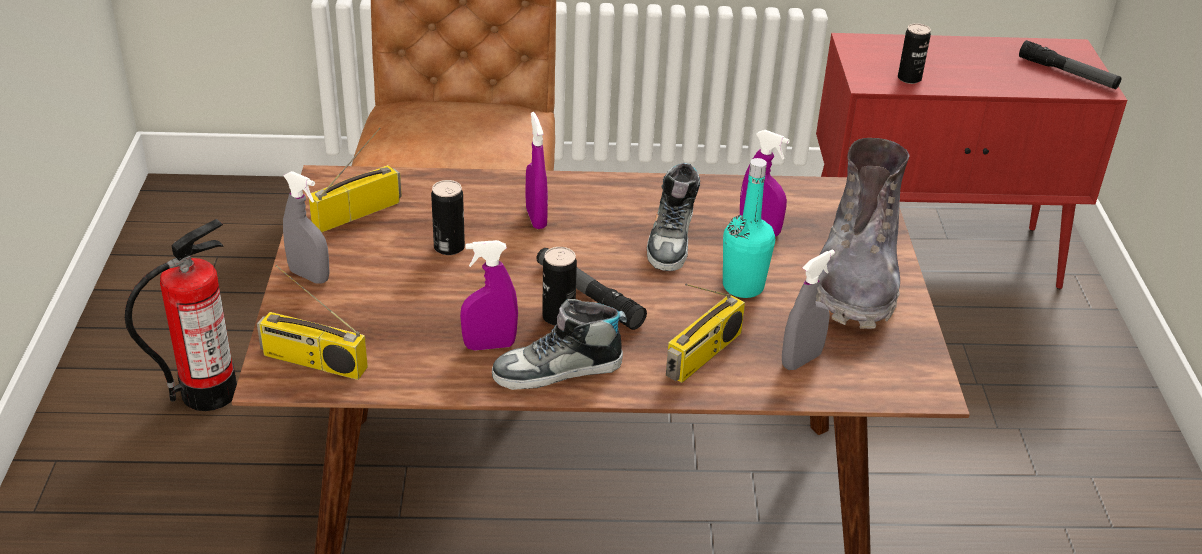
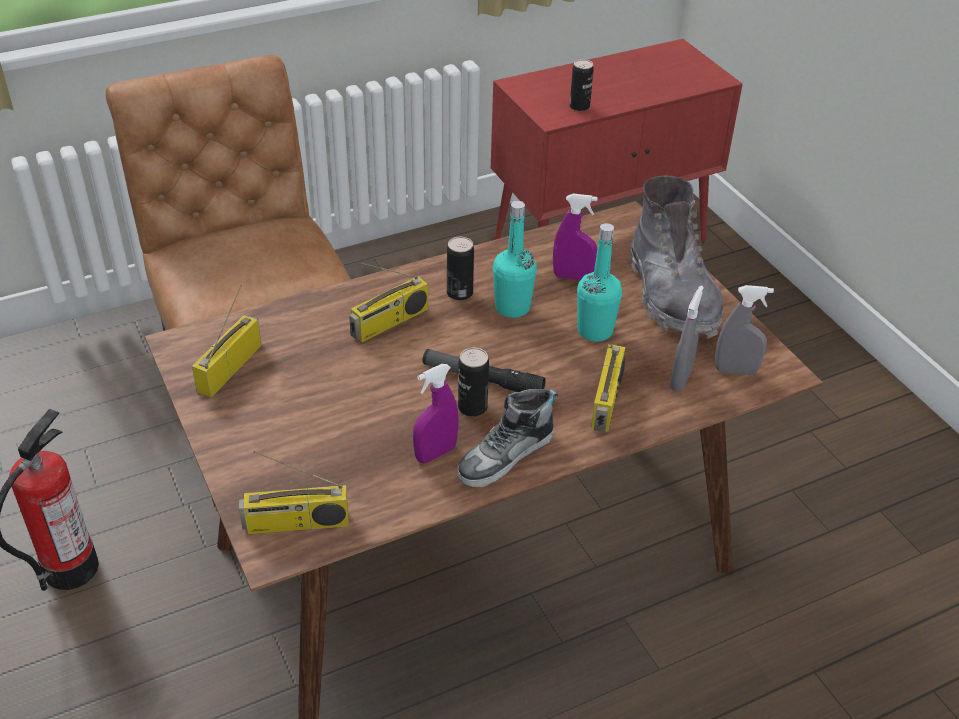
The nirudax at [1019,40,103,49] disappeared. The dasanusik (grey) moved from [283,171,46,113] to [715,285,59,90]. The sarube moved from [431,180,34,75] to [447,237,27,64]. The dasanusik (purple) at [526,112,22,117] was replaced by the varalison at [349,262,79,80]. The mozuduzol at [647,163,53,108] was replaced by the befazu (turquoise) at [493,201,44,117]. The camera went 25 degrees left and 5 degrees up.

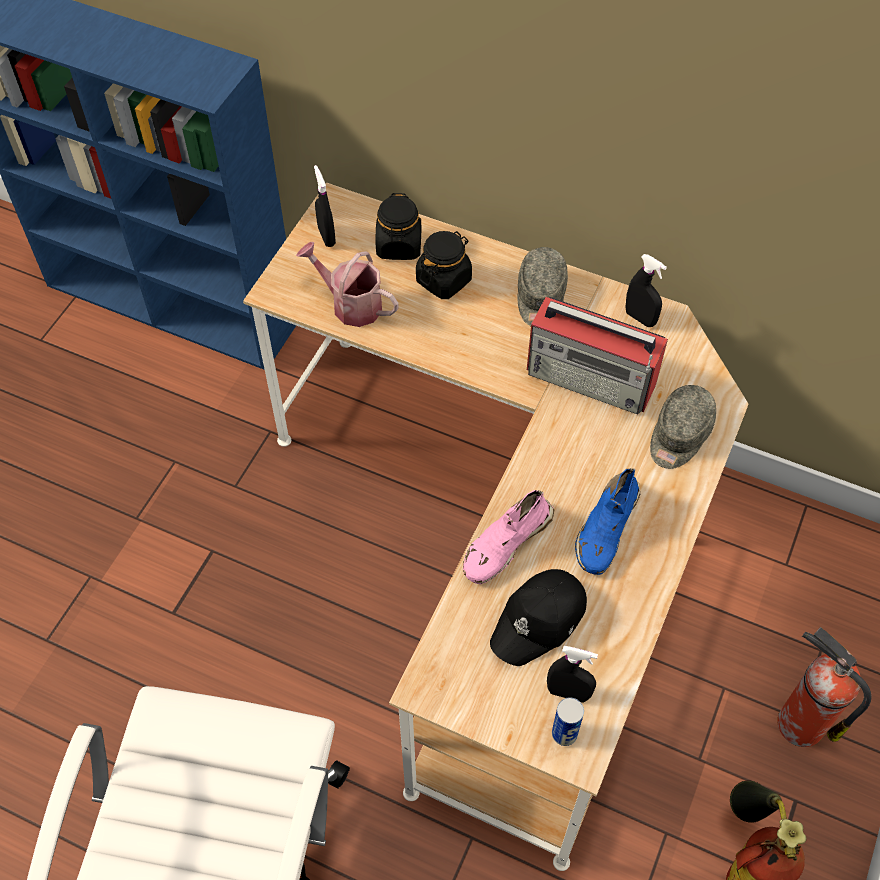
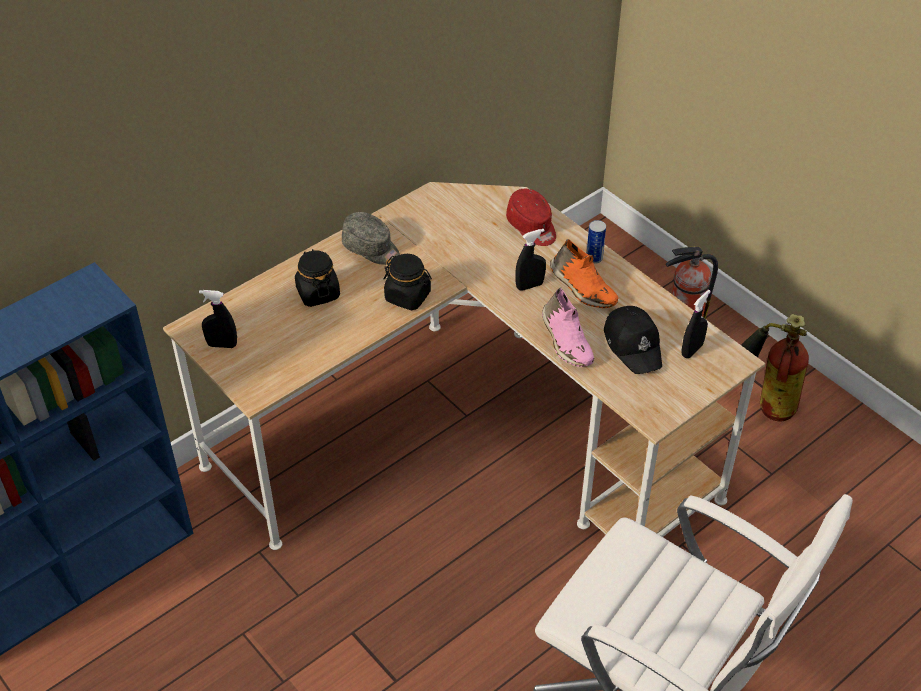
The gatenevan at [296,242,103,85] disappeared. The varalison at [527,297,141,118] disappeared. The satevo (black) moved from [376,193,45,67] to [384,254,48,56]. The sarube moved from [552,697,32,49] to [587,220,19,44]. The dasanusik (black) moved from [626,254,41,73] to [515,229,31,62]. The mozuduzol (blue) at [575,468,65,107] became the mozuduzol (orange) at [550,239,68,69]. The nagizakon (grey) at [650,385,66,84] became the nagizakon (red) at [506,189,50,57]. The camera went 65 degrees left and 10 degrees down.

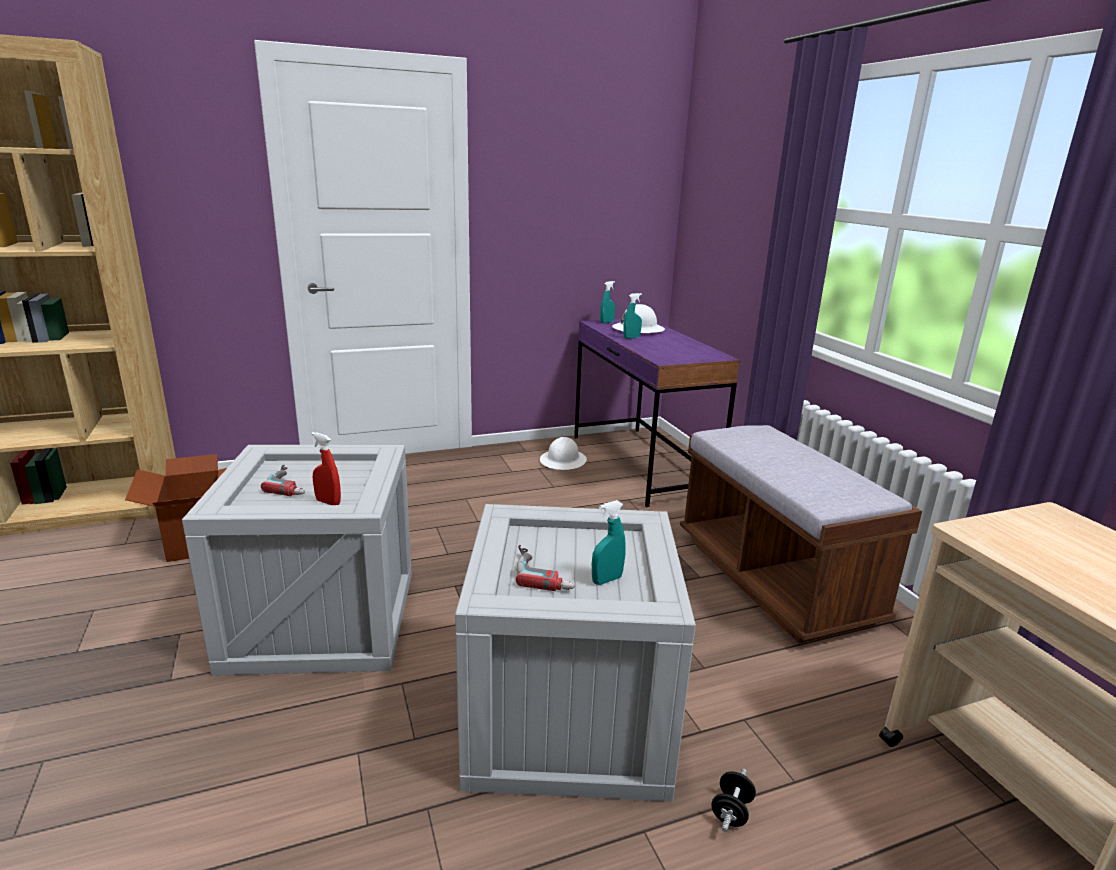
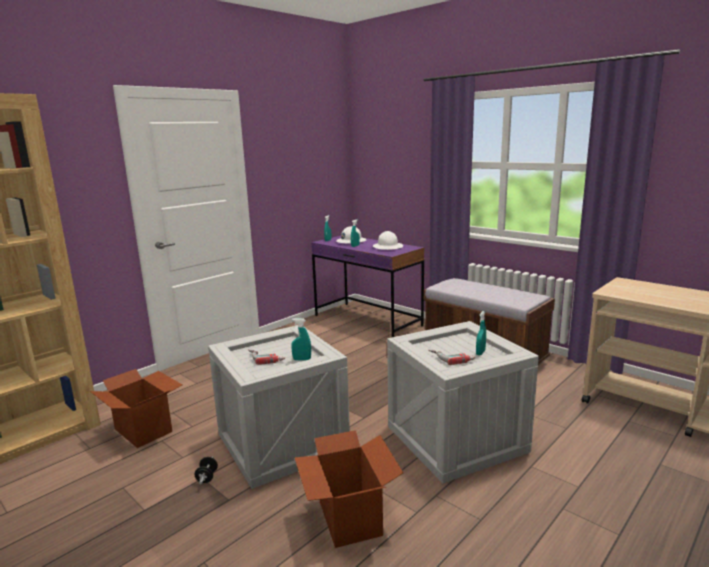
The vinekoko at [295,430,108,118] appeared. The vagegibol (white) moved from [540,437,47,33] to [373,231,30,19]. The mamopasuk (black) moved from [712,769,44,63] to [194,457,24,27]. The dasanusik (red) at [311,432,30,73] became the dasanusik (turquoise) at [291,318,20,43]. The camera went 25 degrees left and 5 degrees down.

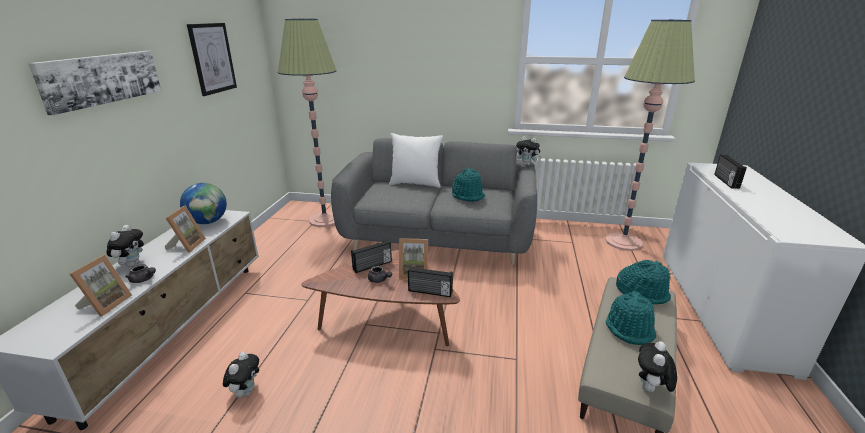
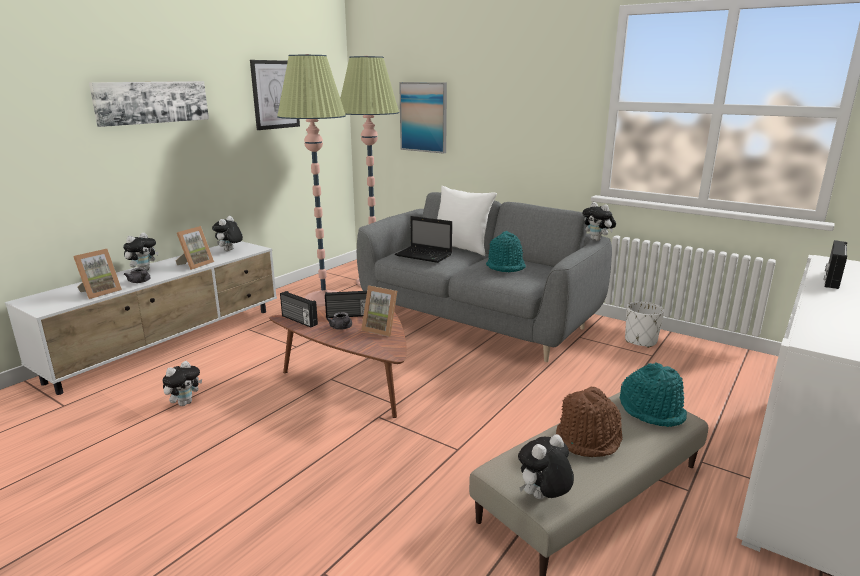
The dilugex at [395,216,57,47] appeared. The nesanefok at [399,82,48,72] appeared. The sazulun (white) at [625,302,39,46] appeared. The varalison moved from [408,266,45,31] to [280,291,38,36]. The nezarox moved from [605,19,90,232] to [277,54,69,252]. The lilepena at [180,183,47,41] was replaced by the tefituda at [212,216,31,35]. The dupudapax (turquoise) at [606,291,50,54] became the dupudapax (brown) at [556,387,66,70]. The camera went 25 degrees right and 5 degrees down.

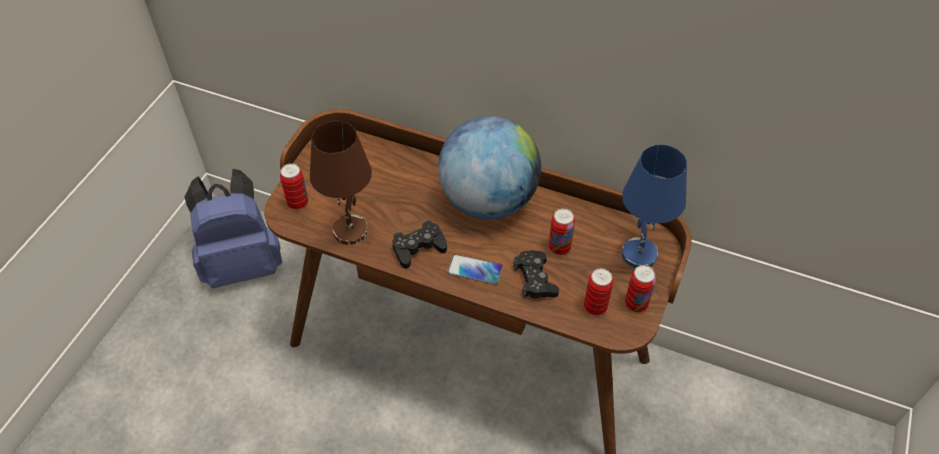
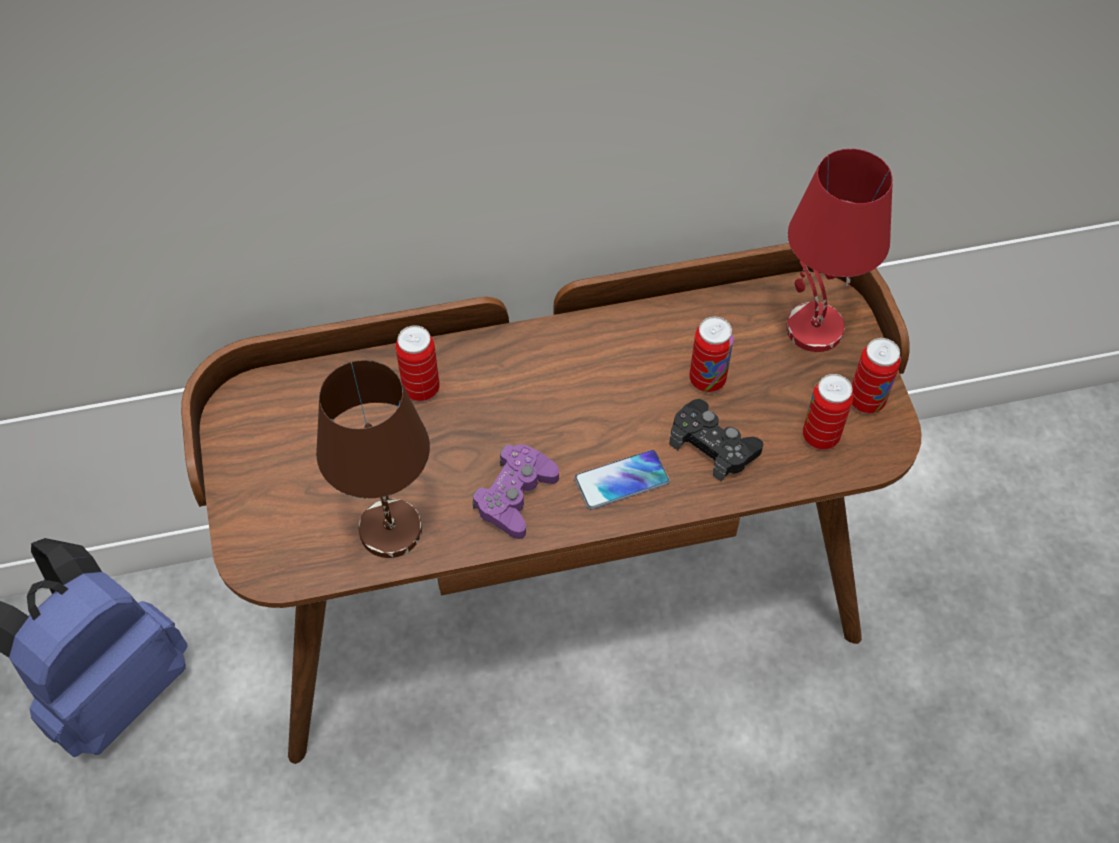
The lilepena at [438,116,103,103] disappeared. The sarube moved from [280,163,28,47] to [396,326,44,76]. The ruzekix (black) at [392,220,55,49] became the ruzekix (purple) at [472,444,87,95]. The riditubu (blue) at [622,145,65,123] became the riditubu (red) at [786,149,107,203]. The camera went 35 degrees left and 5 degrees up.

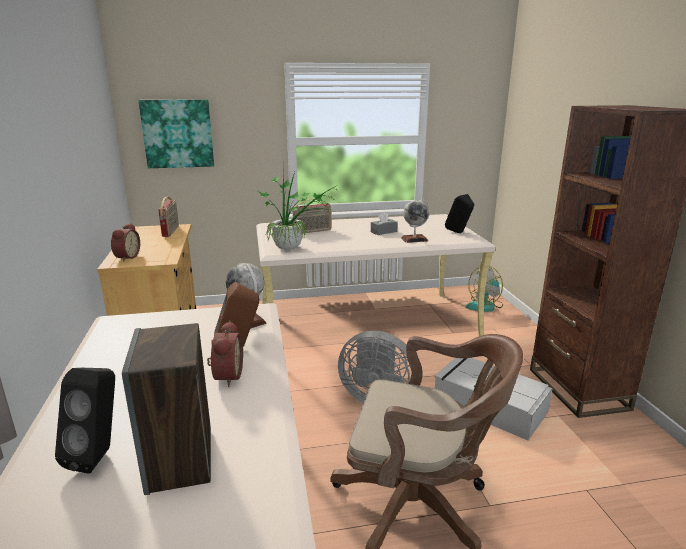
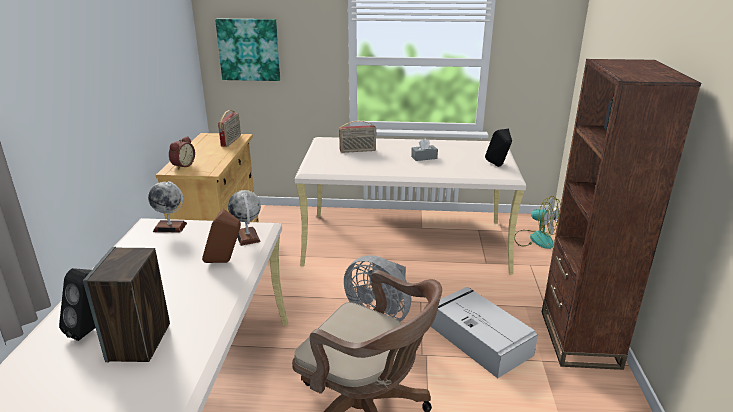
The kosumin at [207,321,36,66] disappeared. The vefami at [258,164,79,86] disappeared. The lilepena moved from [401,199,29,44] to [148,181,39,51]. The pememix at [466,266,37,46] turned 120 degrees counterclockwise. The camera went 15 degrees right and 5 degrees up.

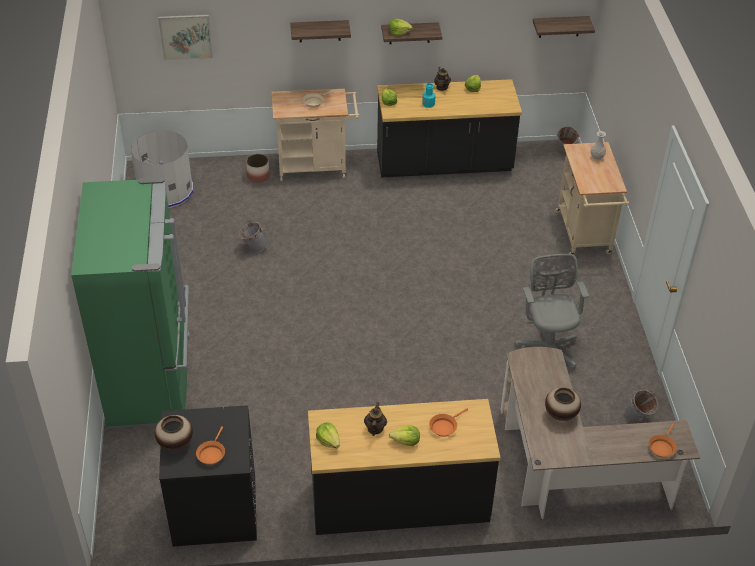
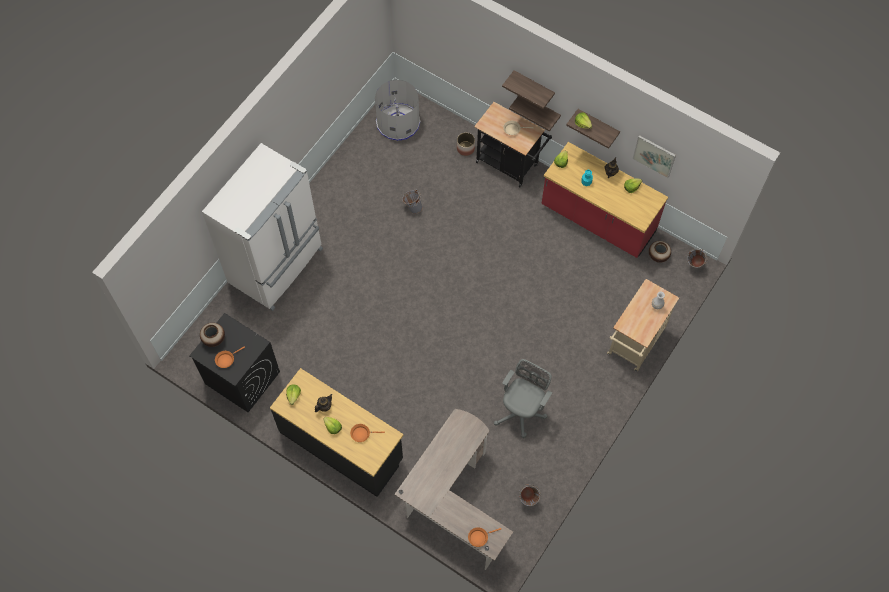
The nesanefok moved from [158,15,55,45] to [632,135,44,43]. The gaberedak moved from [533,16,62,22] to [509,96,52,35]. The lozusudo moved from [545,387,36,34] to [649,241,22,22]. The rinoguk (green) at [71,177,119,252] became the rinoguk (white) at [202,143,121,168]. The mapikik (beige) at [272,89,88,92] became the mapikik (black) at [474,102,78,85]. The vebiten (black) at [377,79,145,99] became the vebiten (red) at [541,142,127,116]. The camera went 40 degrees right and 20 degrees up.

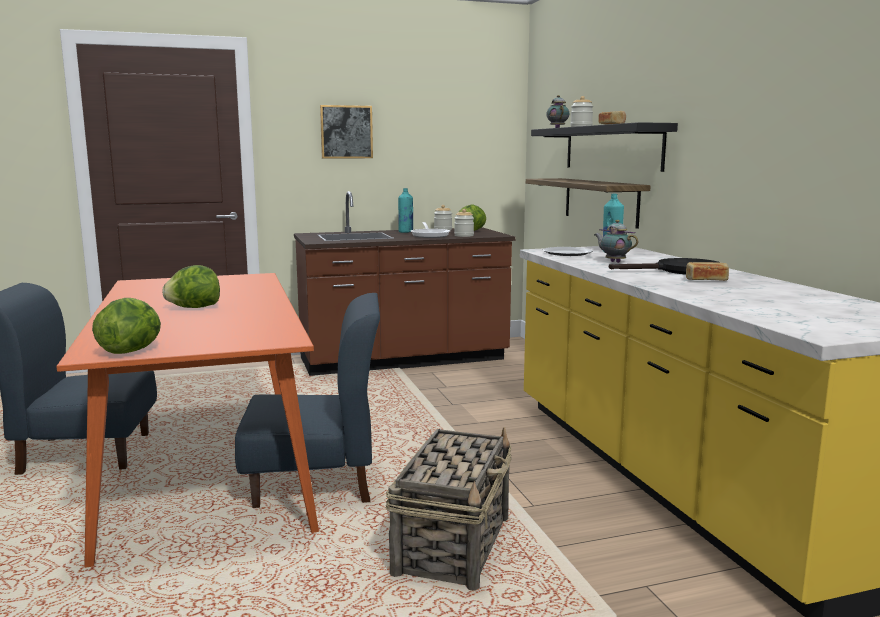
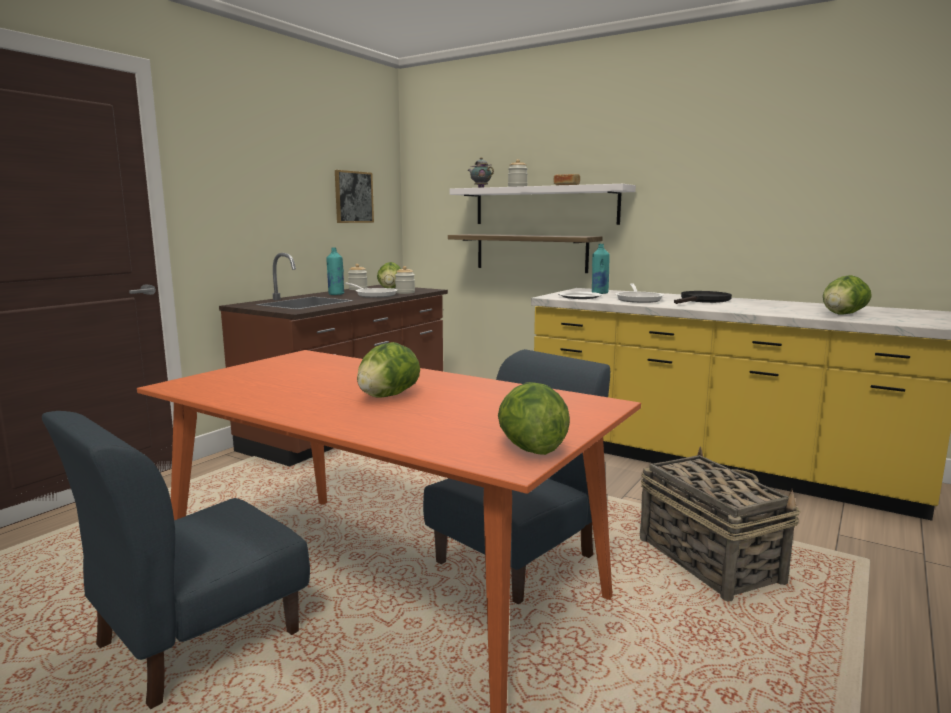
The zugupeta at [686,262,43,19] disappeared. The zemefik at [823,275,49,39] appeared. The nesanefok moved from [320,105,53,53] to [335,170,39,53]. The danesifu at [594,220,44,43] was replaced by the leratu at [615,283,49,20]. The gaberedak (black) at [531,122,147,50] became the gaberedak (white) at [450,184,186,41]. The camera went 40 degrees left and 0 degrees up.

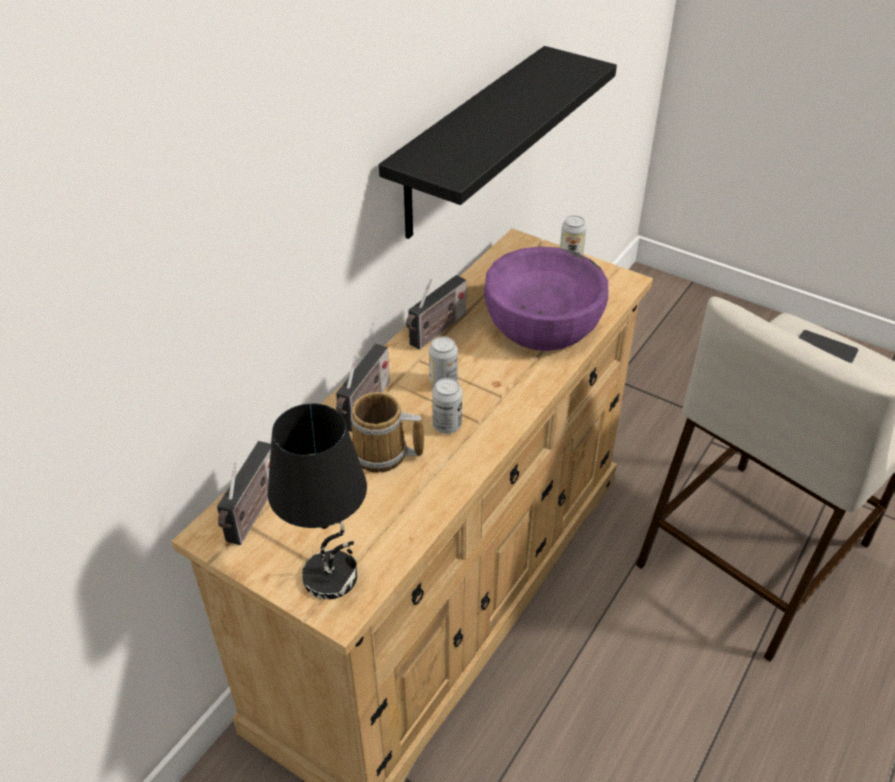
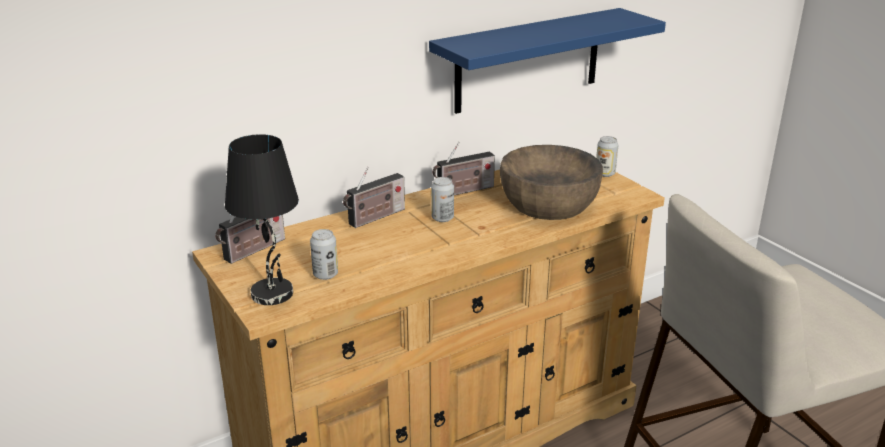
The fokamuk at [351,392,73,81] disappeared. The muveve at [799,330,60,34] disappeared. The sarube moved from [432,378,30,56] to [310,229,28,51]. The gaberedak (black) at [379,46,238,193] became the gaberedak (blue) at [429,8,237,106]. The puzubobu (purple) at [484,246,124,105] became the puzubobu (brown) at [500,145,103,75]. The camera went 25 degrees right and 15 degrees down.

